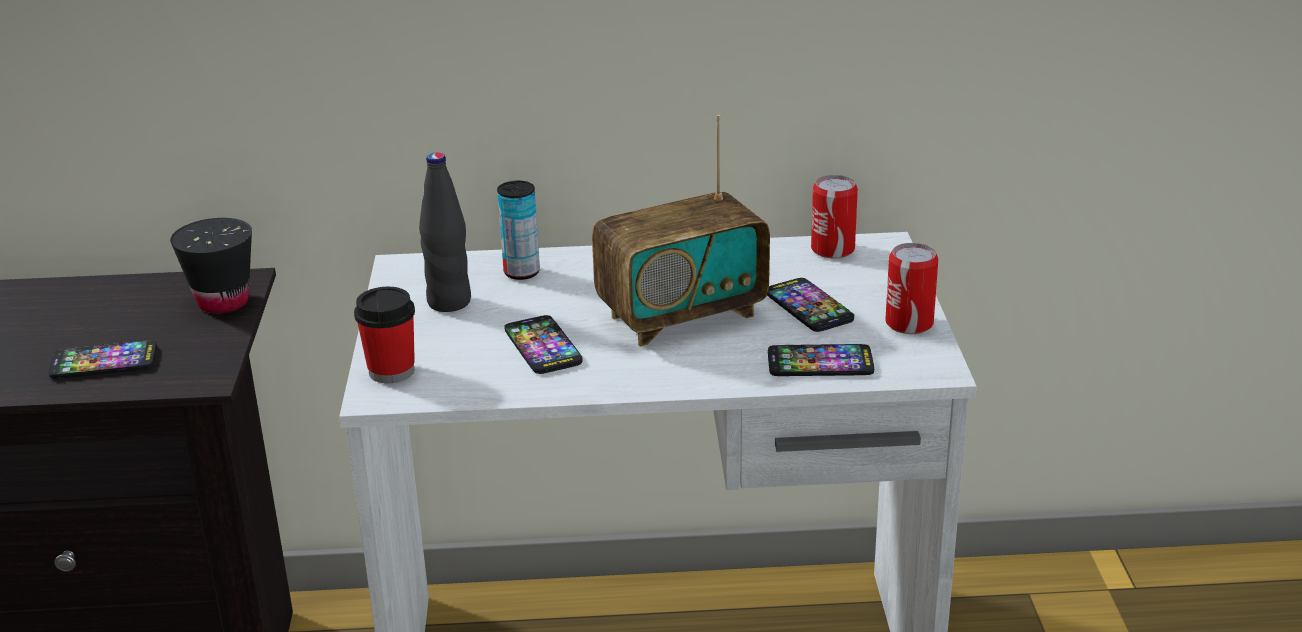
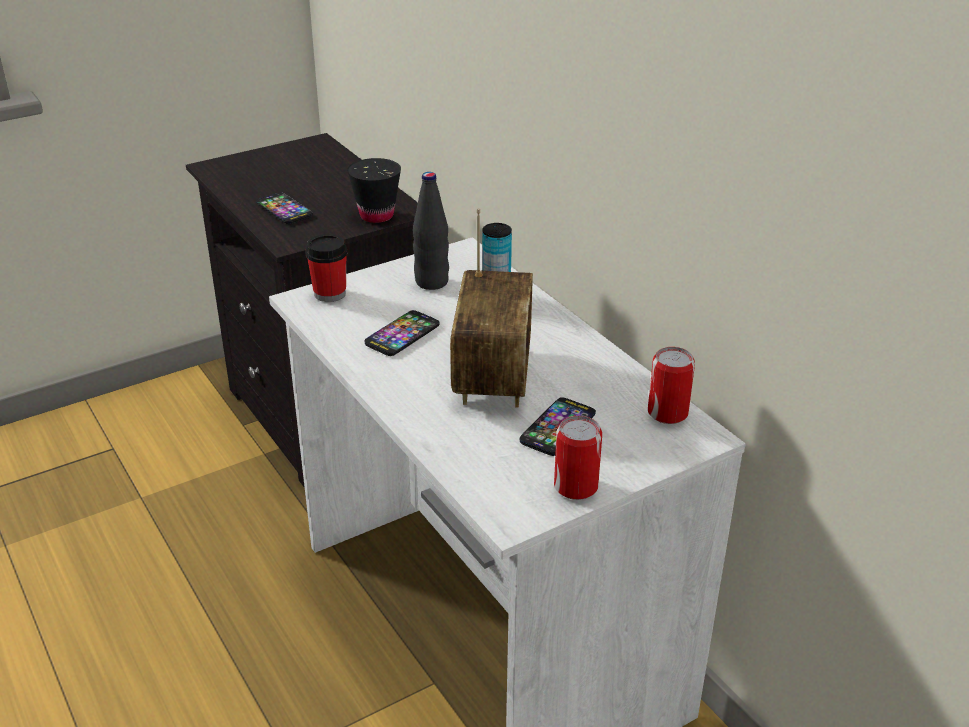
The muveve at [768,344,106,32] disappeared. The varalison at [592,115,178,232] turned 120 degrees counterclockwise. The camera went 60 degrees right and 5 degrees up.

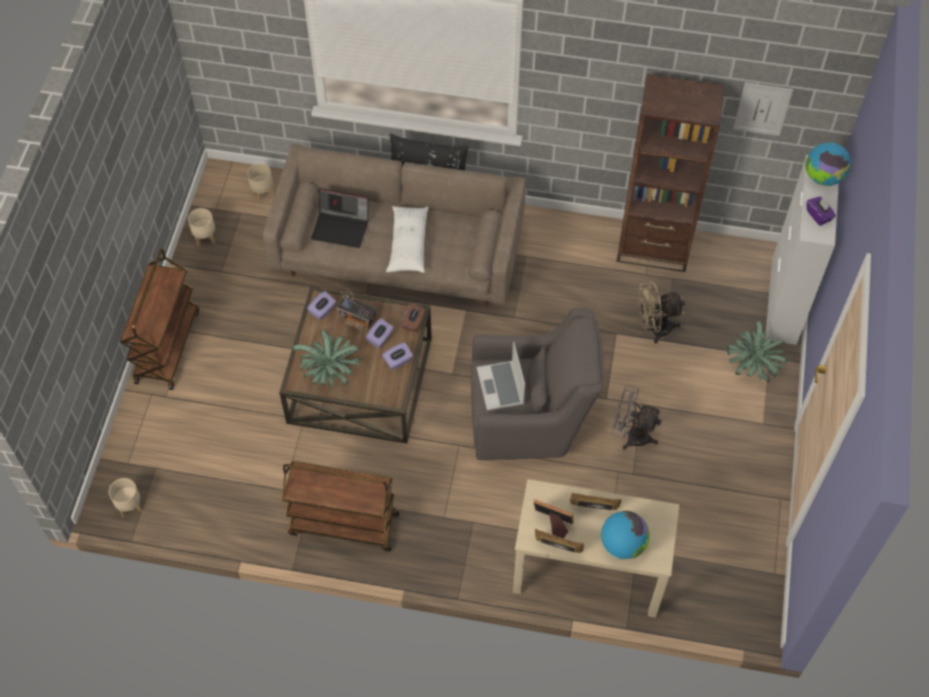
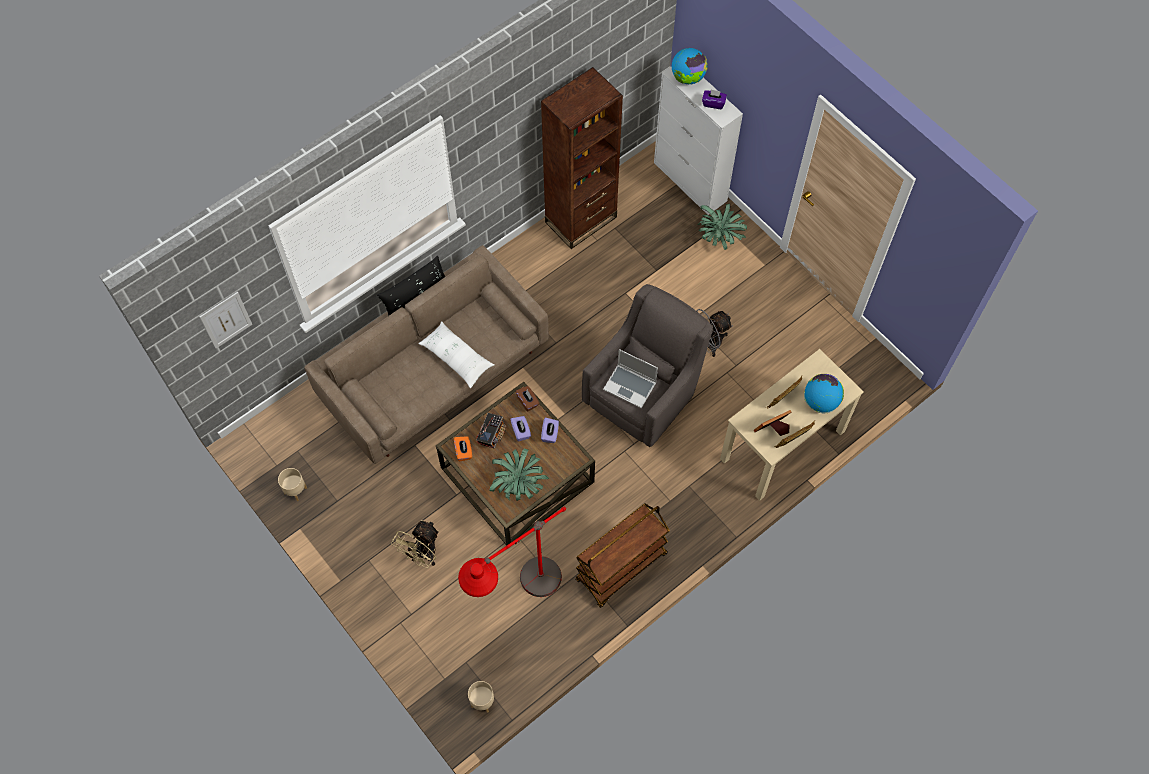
The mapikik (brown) at [120,249,79,141] disappeared. The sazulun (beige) at [247,164,28,38] disappeared. The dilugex at [311,188,57,60] disappeared. The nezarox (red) at [458,507,108,90] appeared. The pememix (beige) moved from [638,282,47,62] to [391,520,48,48]. The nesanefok moved from [733,83,60,53] to [199,292,53,56]. The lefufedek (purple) at [307,291,29,29] became the lefufedek (orange) at [454,436,18,25]. The varalison at [336,288,41,43] turned 45 degrees counterclockwise. The camera went 50 degrees left and 5 degrees up.

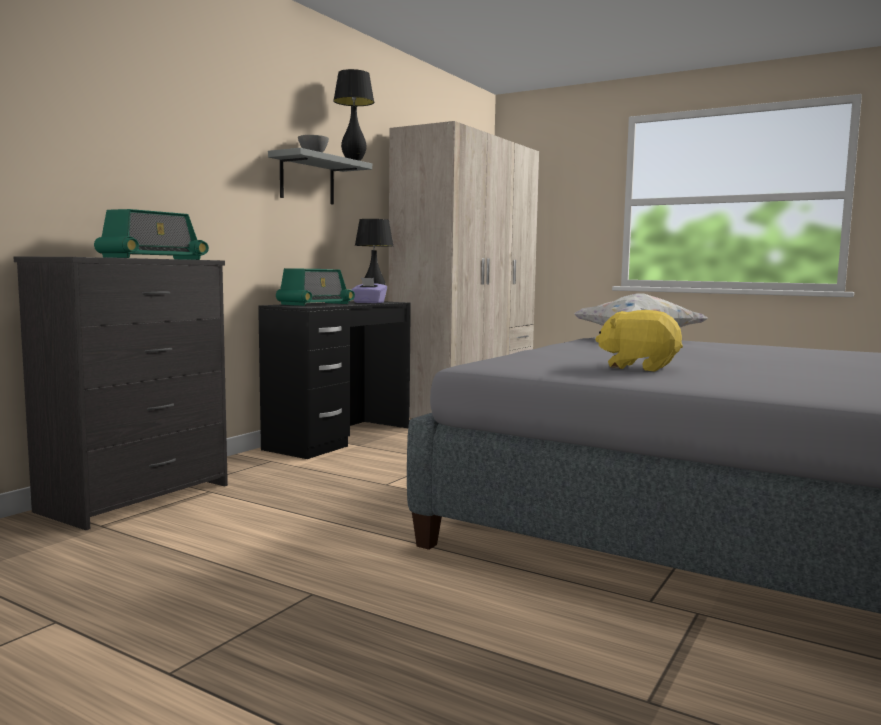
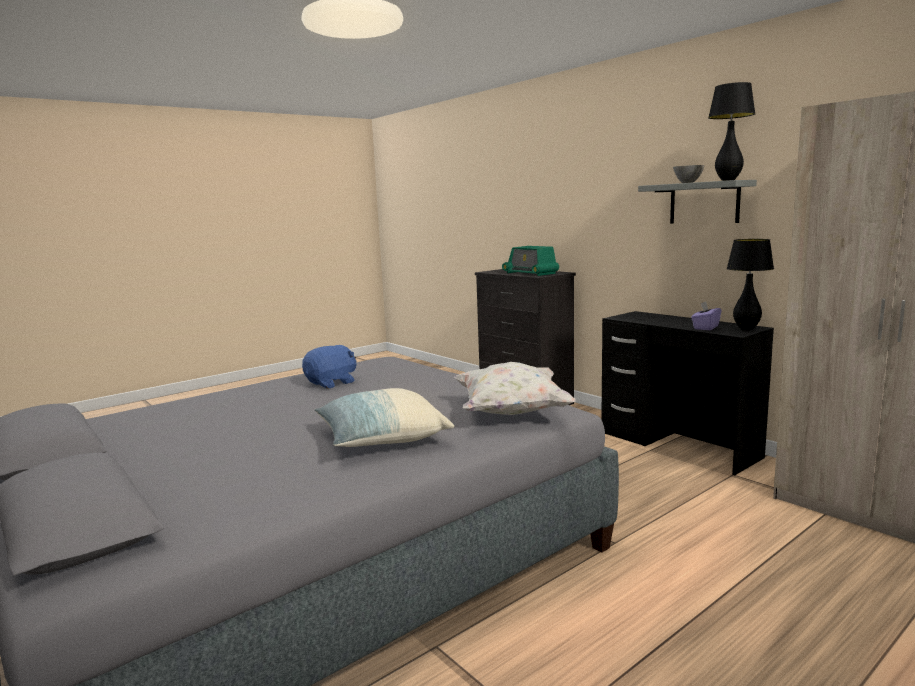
The varalison at [276,268,79,38] disappeared. The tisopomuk at [315,388,139,59] appeared. The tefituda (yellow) at [595,310,88,62] became the tefituda (blue) at [302,345,55,44]. The camera went 110 degrees right and 5 degrees up.

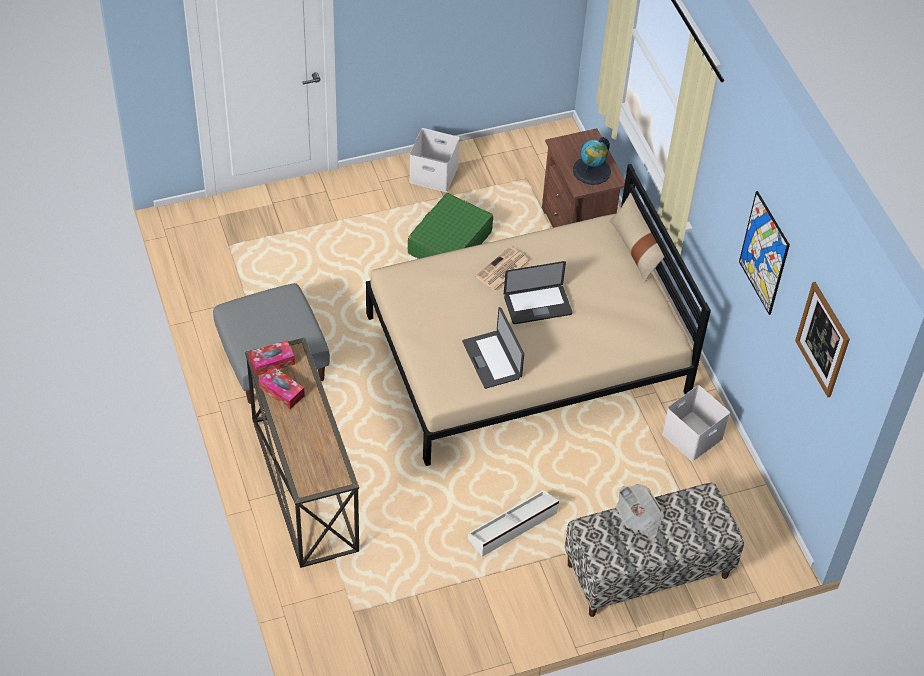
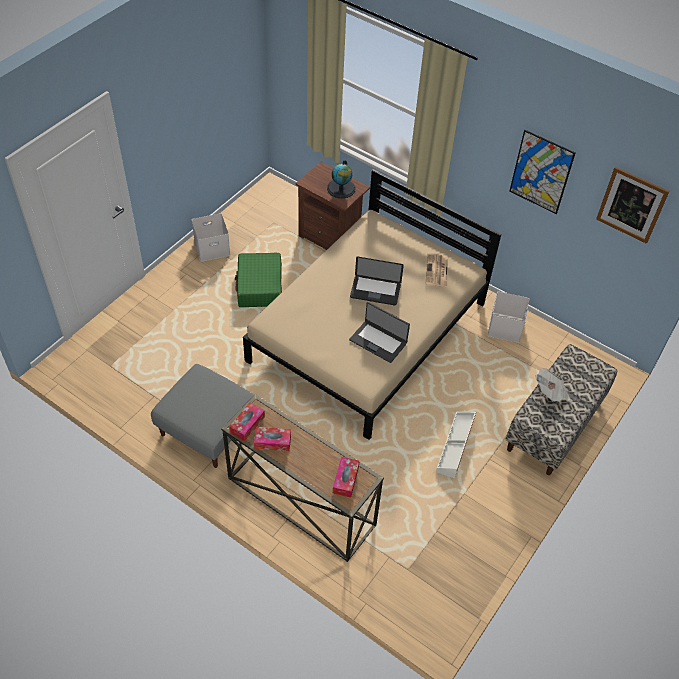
The tisopomuk (beige) at [610,193,55,89] disappeared. The lefufedek at [333,457,26,41] appeared. The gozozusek moved from [475,246,56,46] to [426,254,22,33]. The dilugex at [504,261,68,63] turned 60 degrees clockwise. The camera went 35 degrees left and 0 degrees up.

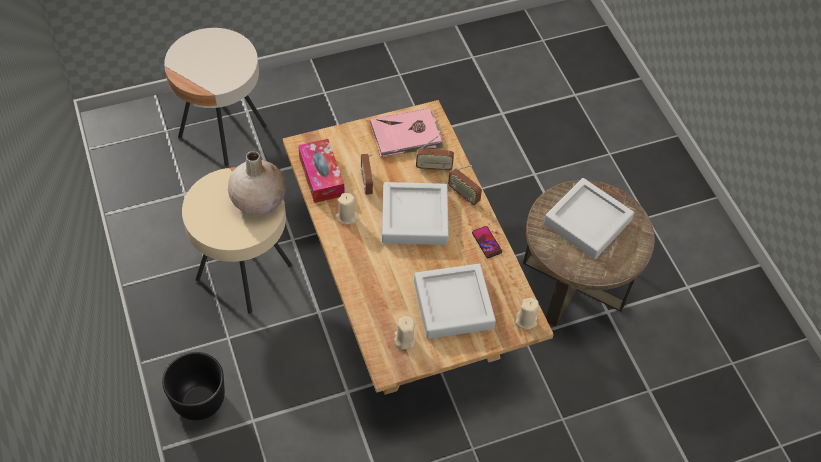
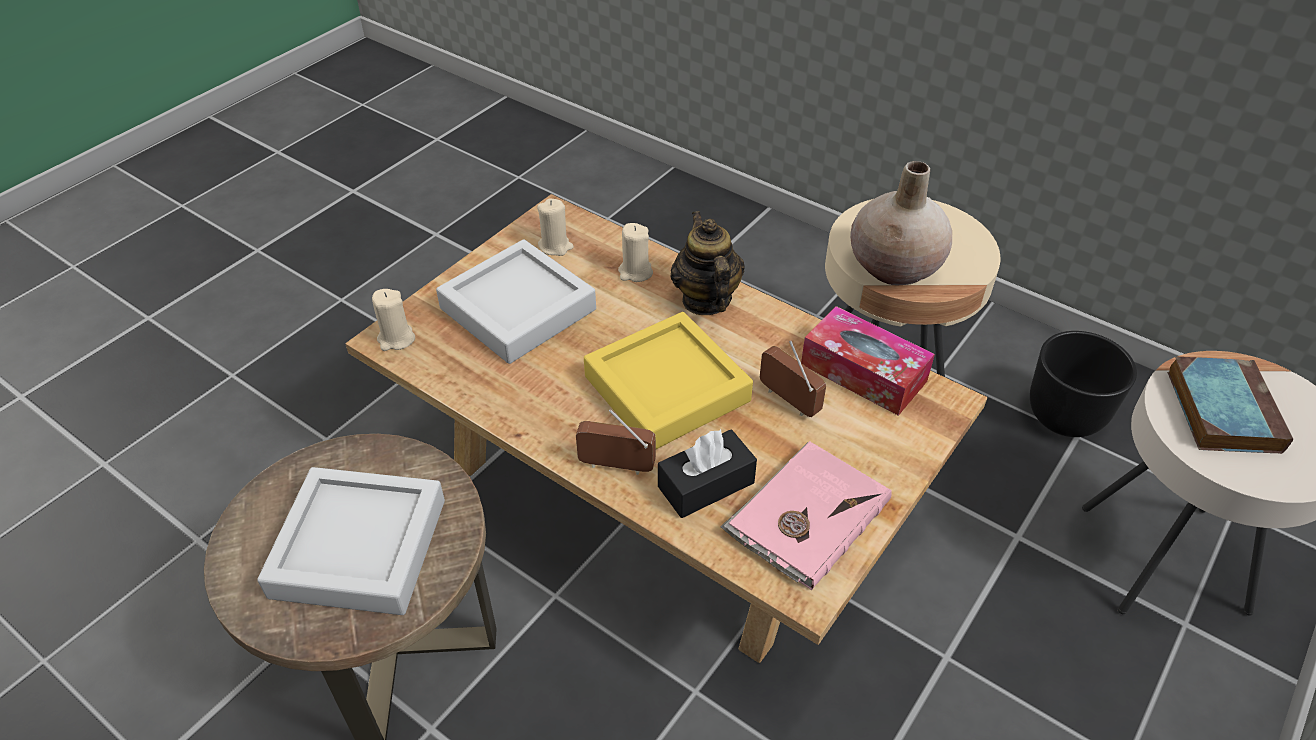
The muveve at [472,226,30,32] disappeared. The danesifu at [670,211,75,104] appeared. The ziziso at [1167,357,126,97] appeared. The sazulun (black) moved from [162,352,63,69] to [1030,331,107,106]. The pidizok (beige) moved from [336,193,22,32] to [618,223,35,59]. The varalison at [416,136,38,36] was replaced by the lefufedek (black) at [658,429,99,89]. The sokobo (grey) at [382,182,67,63] became the sokobo (yellow) at [584,312,169,137]. The camera went 150 degrees right and 10 degrees down.

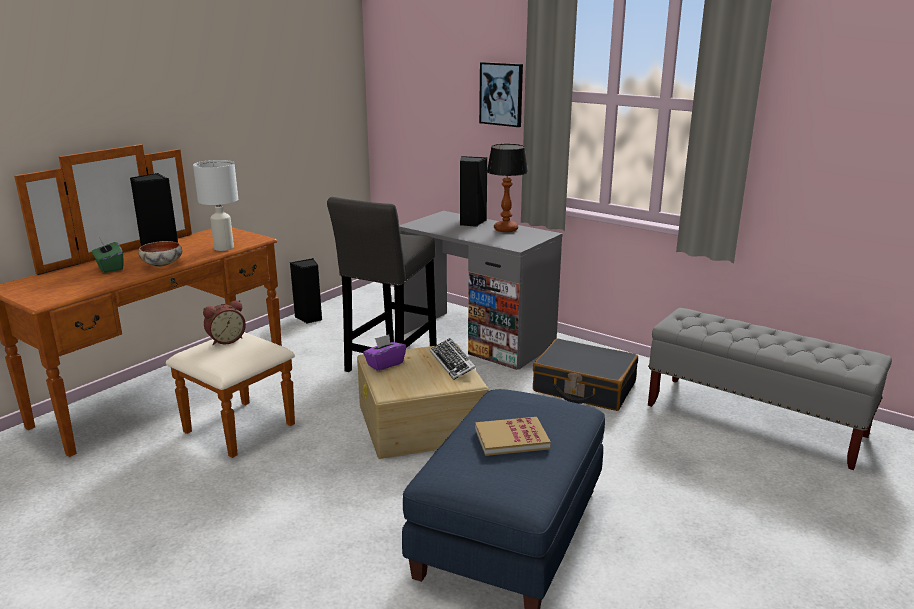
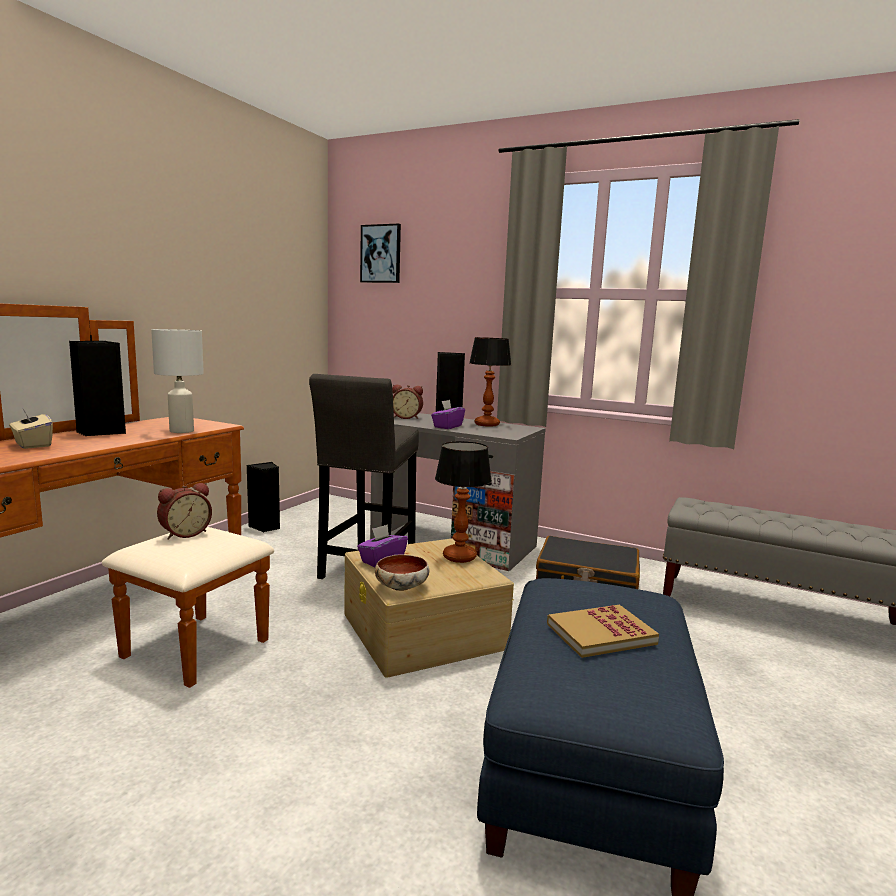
The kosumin at [392,385,31,34] appeared. The lefufedek (purple) at [431,400,34,29] appeared. The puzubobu moved from [138,241,44,26] to [375,554,54,37]. The nesanefok moved from [479,62,44,65] to [360,224,41,59]. The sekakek at [430,338,46,42] was replaced by the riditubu at [435,441,57,122]. The lefufedek (green) at [92,239,32,34] became the lefufedek (beige) at [9,409,44,40]. The camera went 10 degrees left and 10 degrees down.

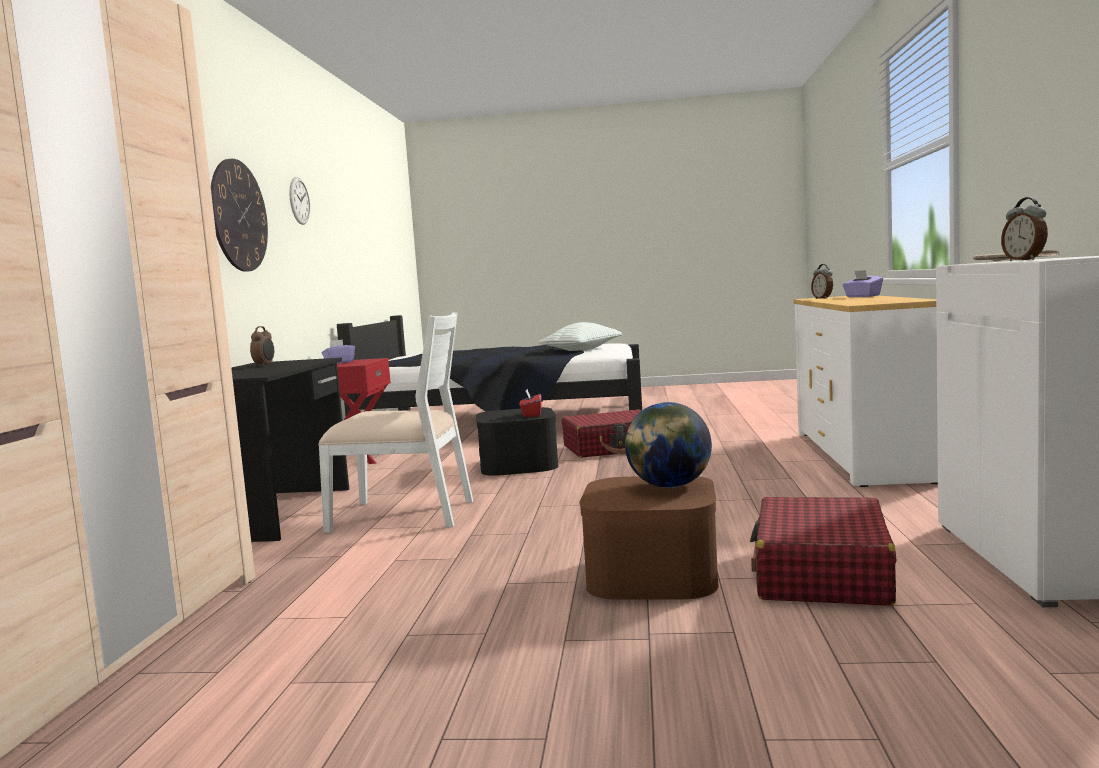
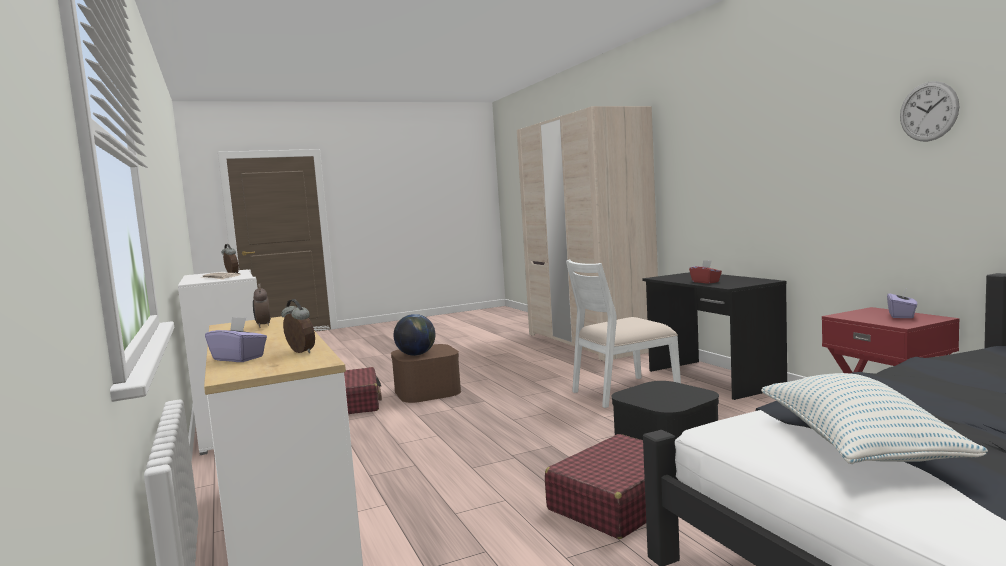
The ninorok at [211,159,57,113] disappeared. The kosumin moved from [250,326,24,40] to [253,284,18,44]. The lefufedek (red) moved from [519,389,23,28] to [689,260,33,24]. The camera went 150 degrees right and 0 degrees up.

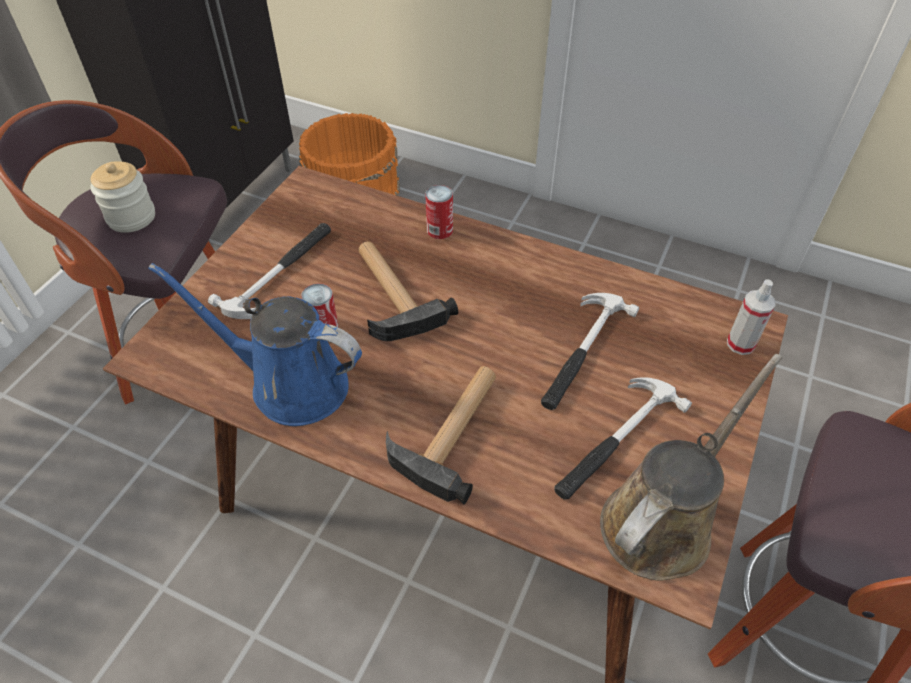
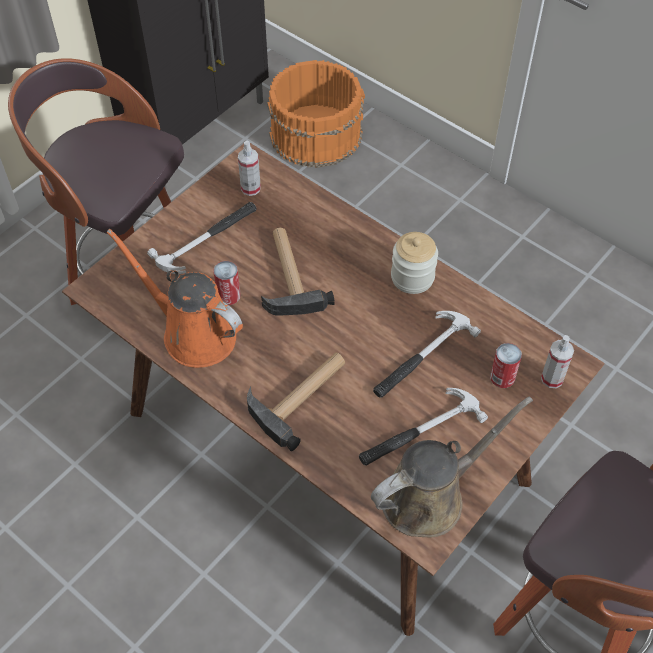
The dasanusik at [238,141,23,55] appeared. The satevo moved from [91,161,64,72] to [391,232,47,62]. The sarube moved from [425,185,28,54] to [490,343,32,45]. The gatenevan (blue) at [148,263,214,163] became the gatenevan (orange) at [106,229,137,139]. The camera went 15 degrees right and 5 degrees up.

